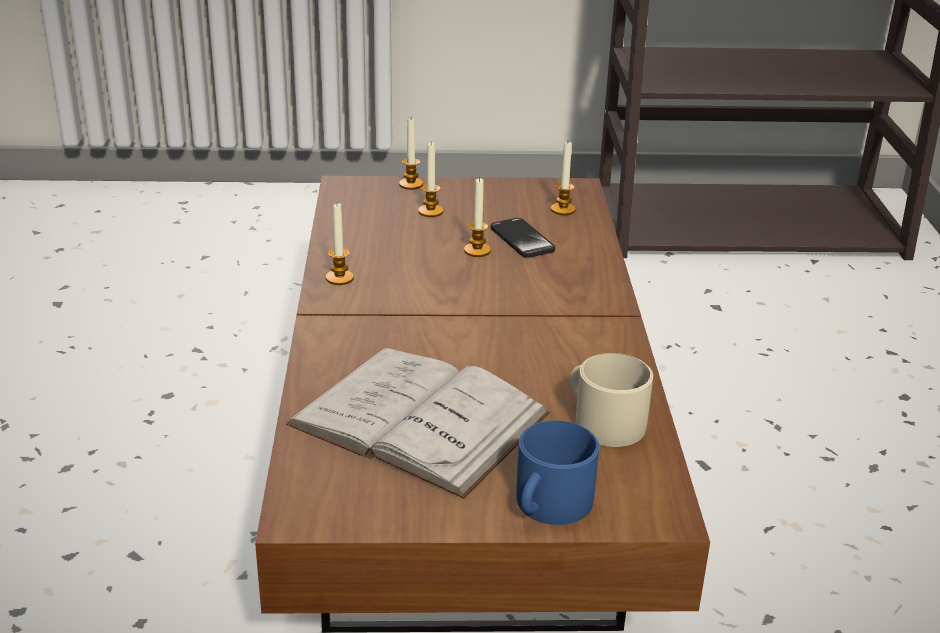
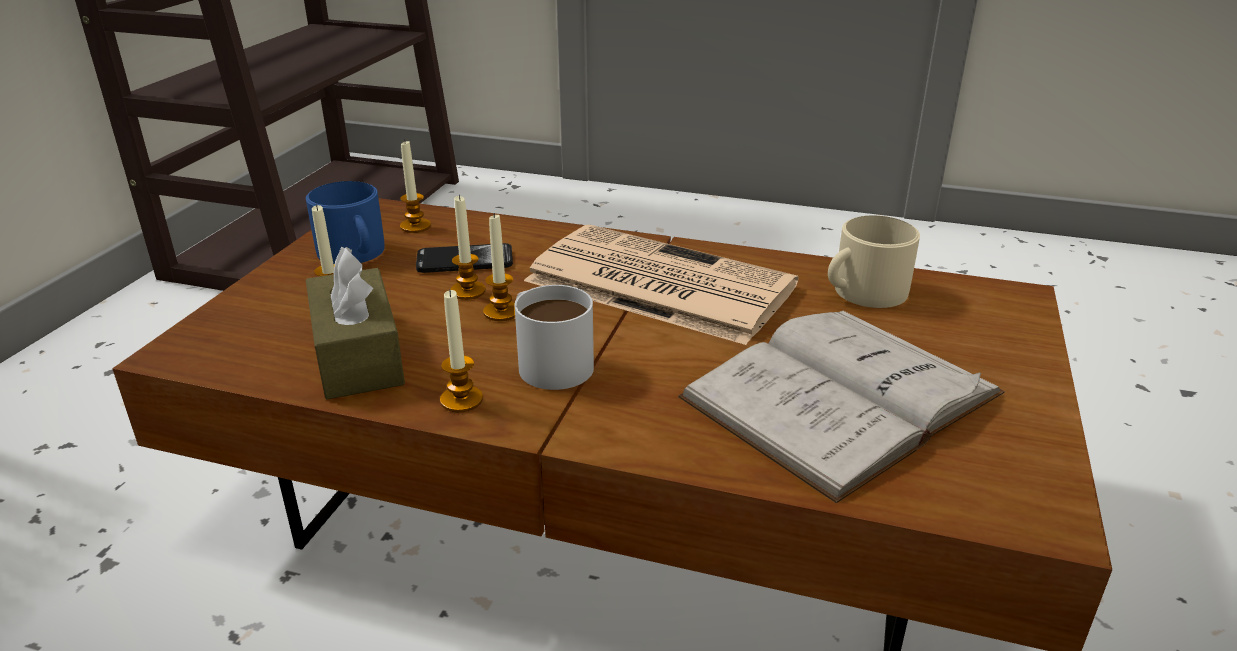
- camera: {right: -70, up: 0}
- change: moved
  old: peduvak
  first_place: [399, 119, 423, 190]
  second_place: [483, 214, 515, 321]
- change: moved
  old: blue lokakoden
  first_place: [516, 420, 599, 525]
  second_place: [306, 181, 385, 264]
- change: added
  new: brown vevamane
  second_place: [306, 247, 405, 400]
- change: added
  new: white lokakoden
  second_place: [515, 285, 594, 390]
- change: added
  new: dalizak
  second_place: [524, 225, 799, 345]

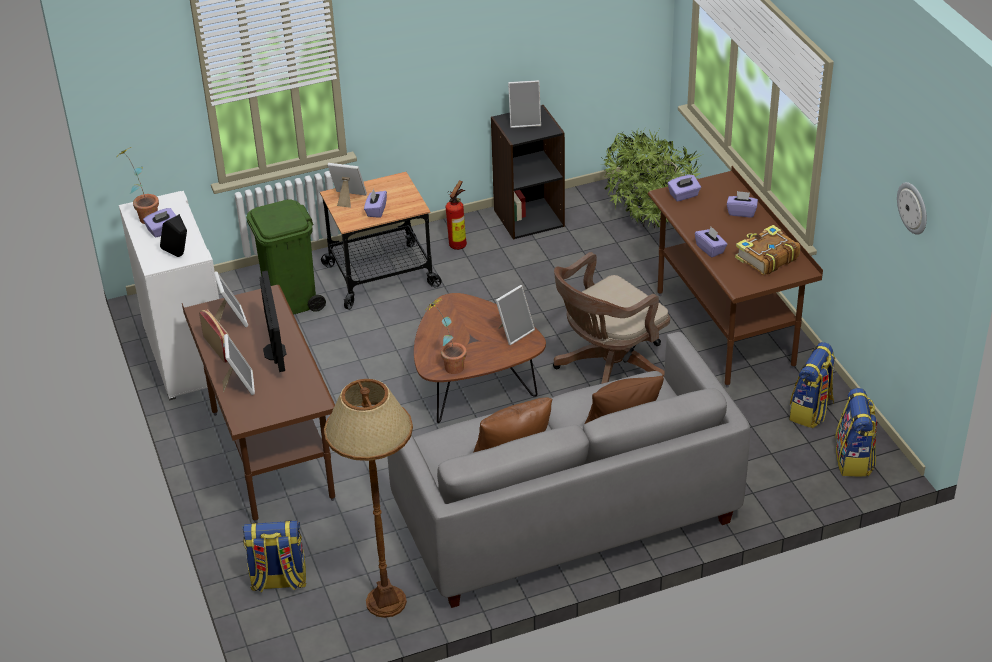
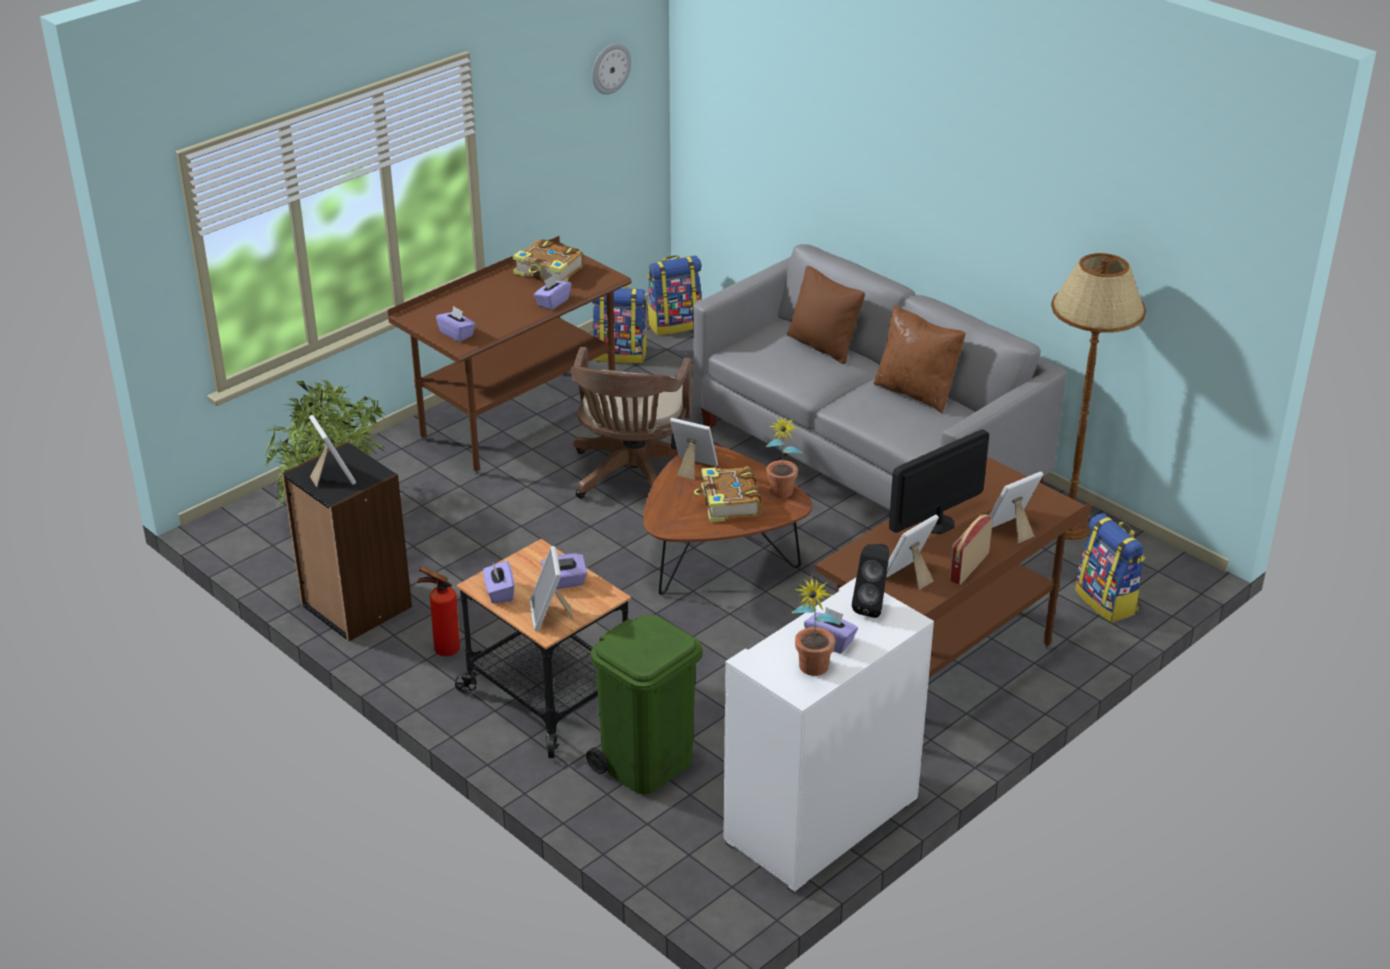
- camera: {right: -115, up: -5}
- change: turned
  old: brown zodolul
  first_place: [553, 252, 670, 384]
  second_place: [571, 347, 692, 499]
  degrees: 75
- change: moved
  old: purple vevamane
  first_place: [727, 191, 758, 217]
  second_place: [483, 561, 514, 603]
- change: added
  new: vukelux
  second_place: [694, 466, 761, 522]

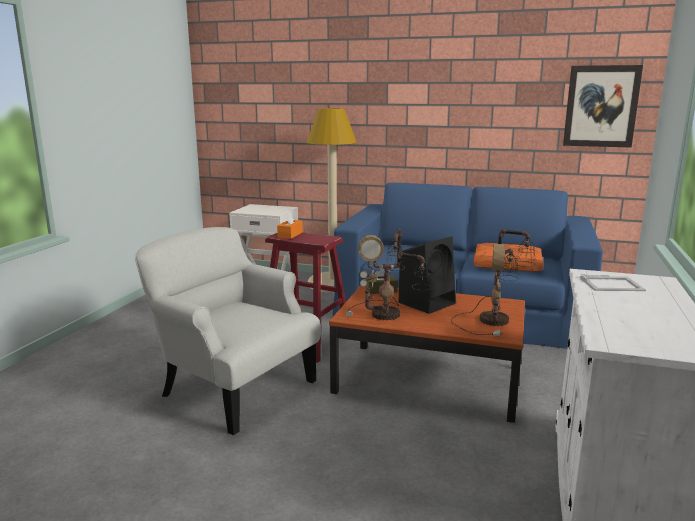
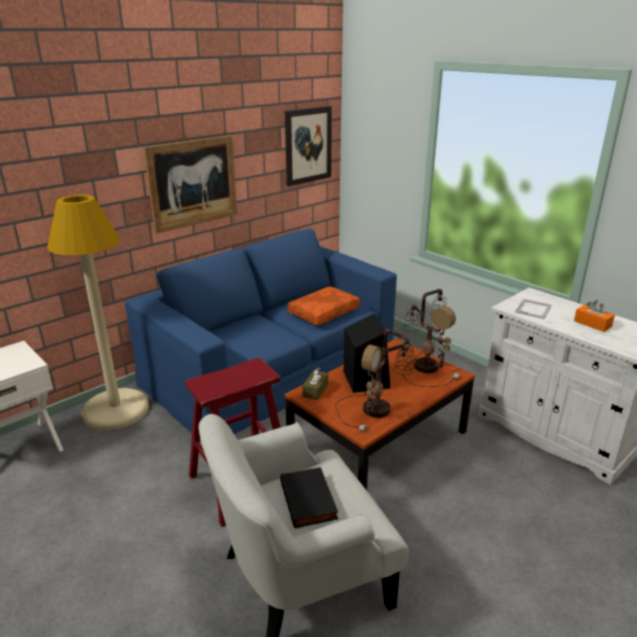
- camera: {right: -60, up: 10}
- change: moved
  old: orange vevamane
  first_place: [277, 211, 303, 239]
  second_place: [574, 300, 615, 332]
- change: added
  new: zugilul
  second_place: [143, 135, 237, 234]
- change: added
  new: black vukelux
  second_place: [280, 467, 338, 528]

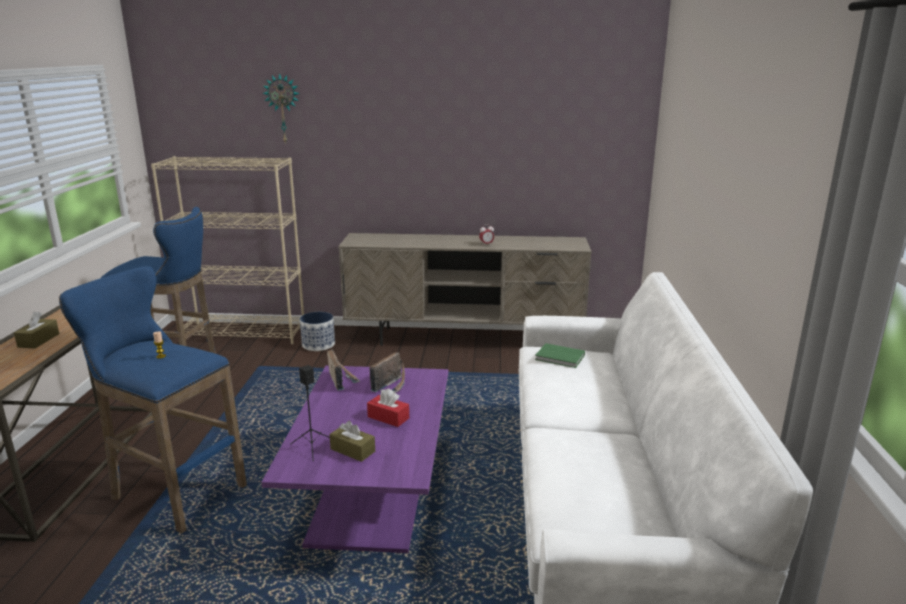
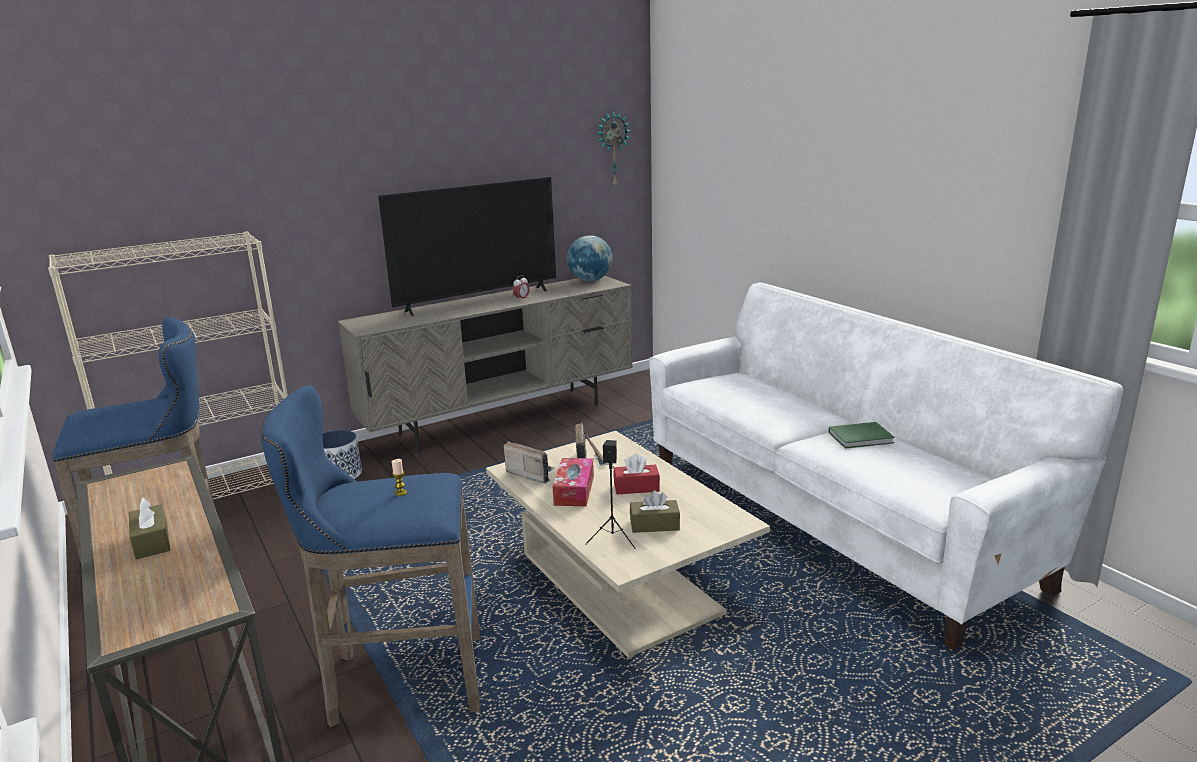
- camera: {right: -35, up: 0}
- change: recoloured
  old: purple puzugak
  new: beige puzugak
  first_place: [262, 366, 448, 553]
  second_place: [486, 431, 770, 658]
- change: moved
  old: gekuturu
  first_place: [263, 73, 300, 144]
  second_place: [596, 110, 631, 187]
- change: moved
  old: green vukelux
  first_place: [535, 343, 585, 368]
  second_place: [828, 422, 895, 449]
- change: added
  new: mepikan
  second_place: [378, 177, 556, 316]
- change: added
  new: vevamane
  second_place: [553, 458, 594, 507]
- change: added
  new: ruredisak
  second_place: [567, 235, 612, 281]

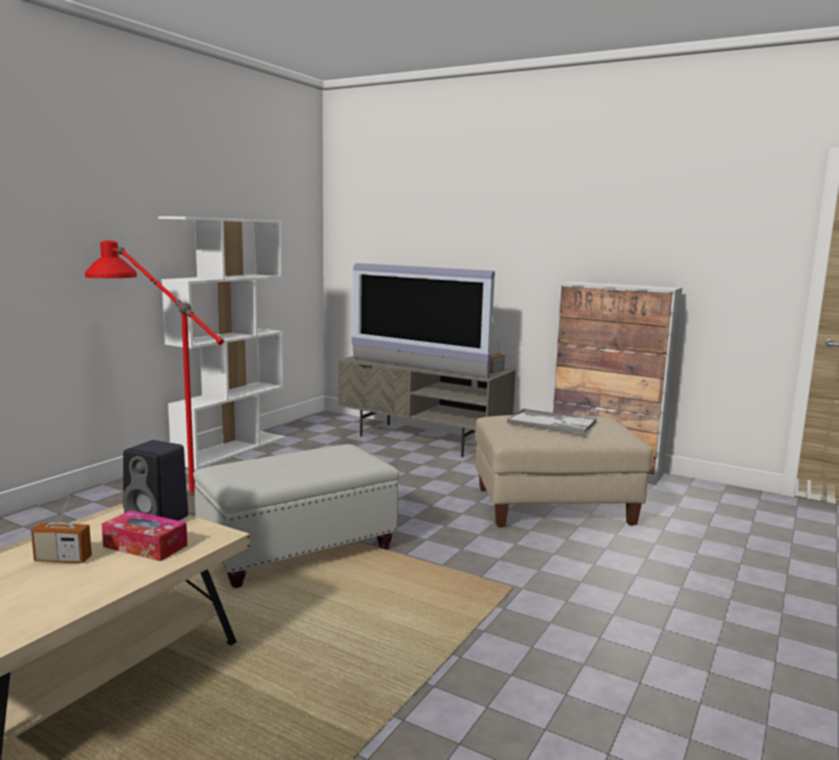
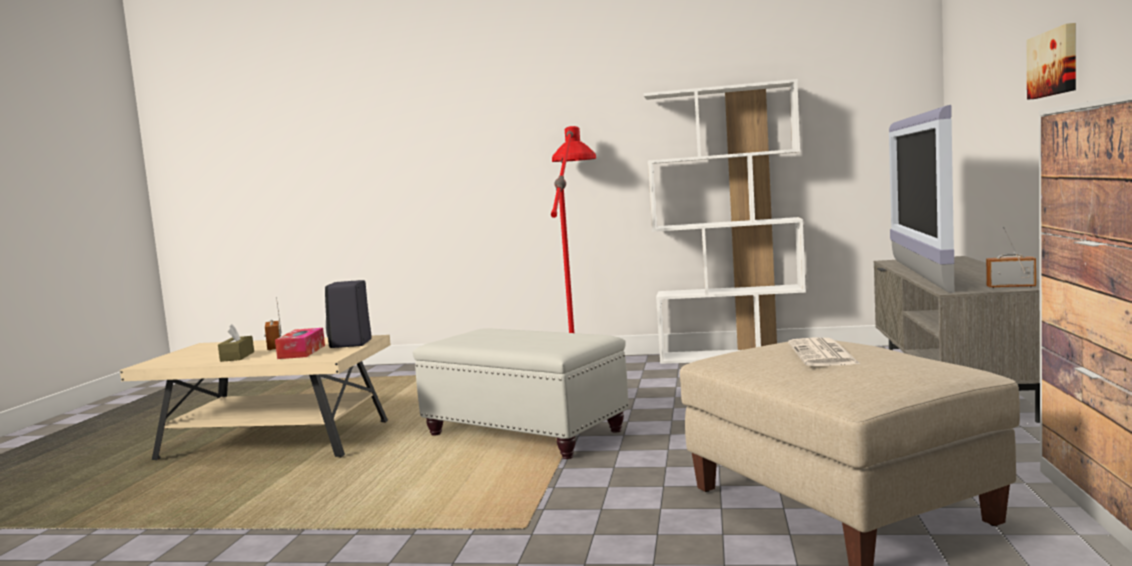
- camera: {right: 70, up: -5}
- change: replaced
  old: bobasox
  new: dalizak
  first_place: [507, 409, 597, 435]
  second_place: [788, 338, 860, 366]
- change: added
  new: brown vevamane
  second_place: [218, 324, 254, 362]
- change: added
  new: zugilul
  second_place: [1027, 23, 1076, 100]

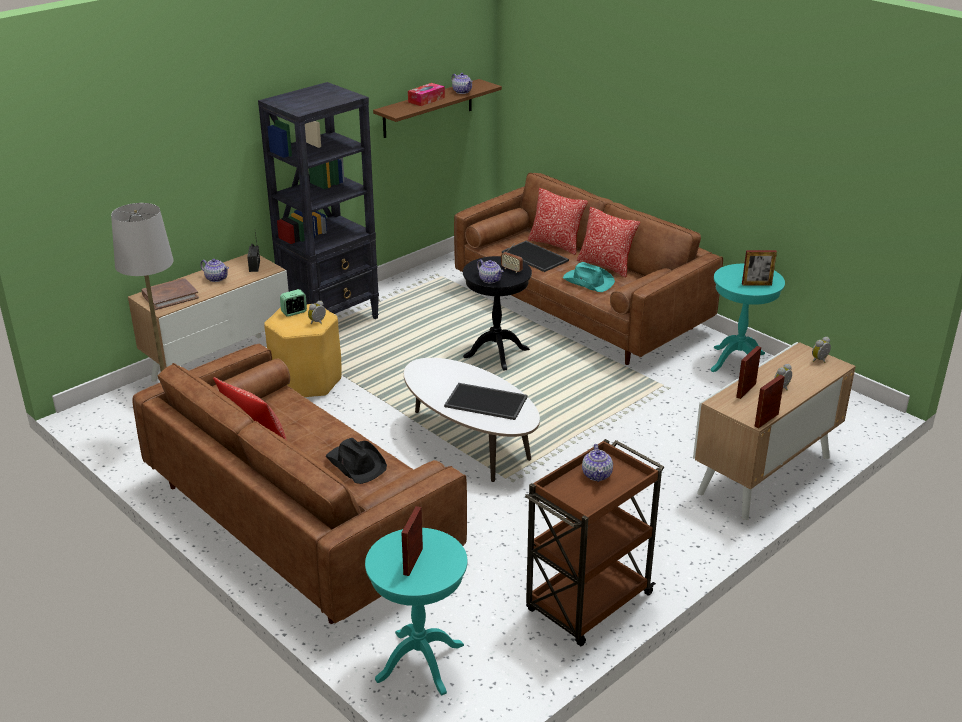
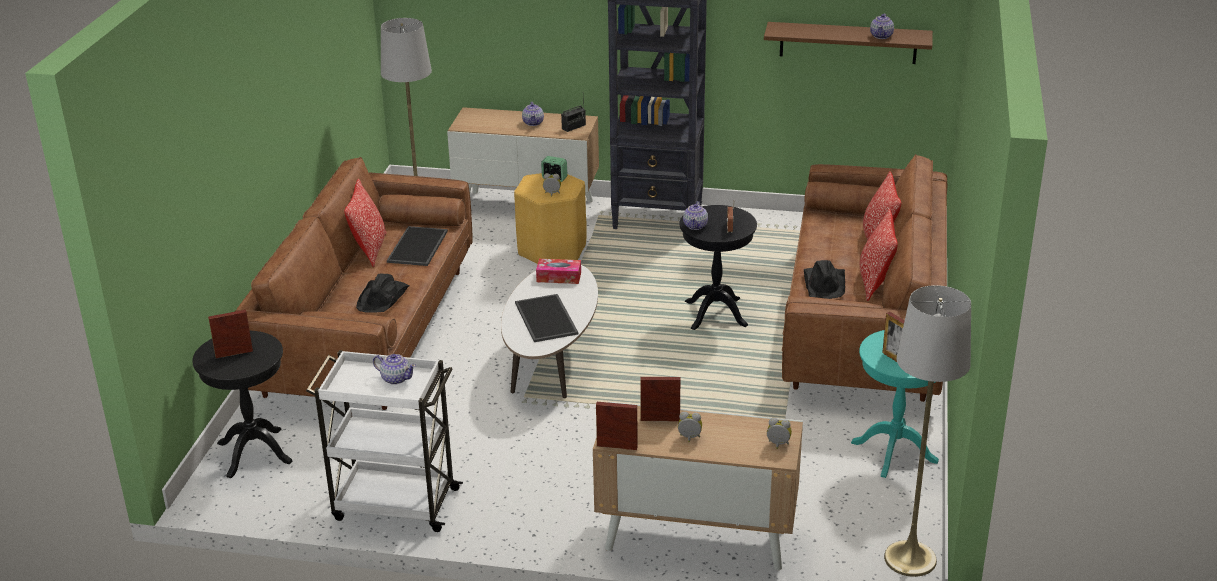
- camera: {right: 55, up: 0}
- change: removed
  old: brown vukelux
  first_place: [142, 278, 199, 310]
- change: recoloured
  old: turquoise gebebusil
  new: black gebebusil
  first_place: [365, 528, 467, 696]
  second_place: [192, 331, 293, 478]
- change: moved
  old: vevamane
  first_place: [408, 83, 445, 106]
  second_place: [536, 259, 581, 284]
- change: moved
  old: bobasox
  first_place: [502, 241, 569, 272]
  second_place: [387, 226, 448, 266]
- change: recoloured
  old: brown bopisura
  new: white bopisura
  first_place: [525, 439, 664, 646]
  second_place: [306, 350, 463, 532]
- change: recoloured
  old: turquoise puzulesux
  new: black puzulesux
  first_place: [563, 262, 615, 292]
  second_place: [804, 260, 845, 299]
- change: turned
  old: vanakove
  first_place: [582, 444, 613, 482]
  second_place: [373, 354, 416, 385]
  degrees: -120
- change: added
  new: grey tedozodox
  second_place: [884, 285, 971, 577]

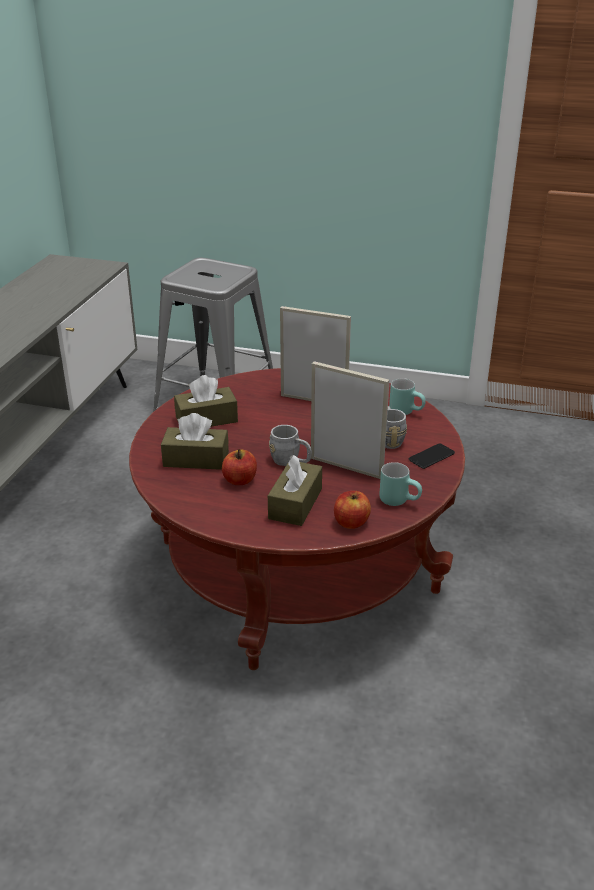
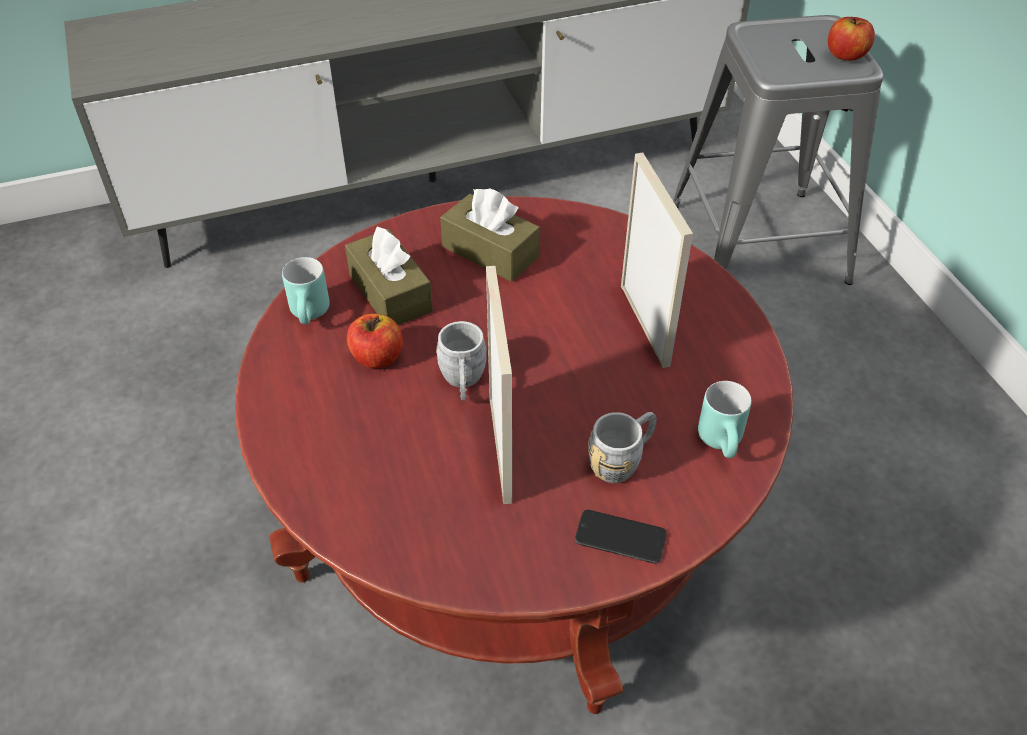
- camera: {right: 55, up: 15}
- change: removed
  old: brown vevamane
  first_place: [268, 455, 322, 526]
- change: moved
  old: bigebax
  first_place: [334, 491, 371, 529]
  second_place: [828, 17, 875, 61]
- change: moved
  old: turquoise lokakoden
  first_place: [379, 462, 422, 506]
  second_place: [282, 257, 330, 324]

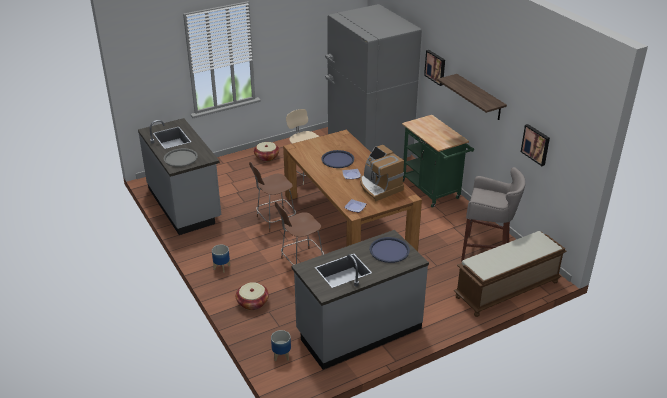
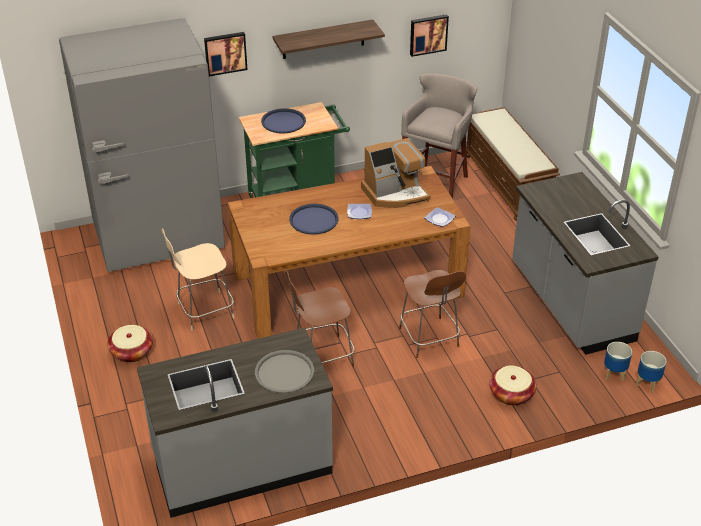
- camera: {right: -80, up: 5}
- change: moved
  old: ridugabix
  first_place: [212, 245, 230, 273]
  second_place: [636, 351, 666, 392]
- change: turned
  old: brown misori
  first_place: [249, 162, 296, 232]
  second_place: [285, 271, 354, 367]
  degrees: 90
- change: moved
  old: blue bobasox
  first_place: [370, 237, 410, 263]
  second_place: [261, 108, 306, 134]

